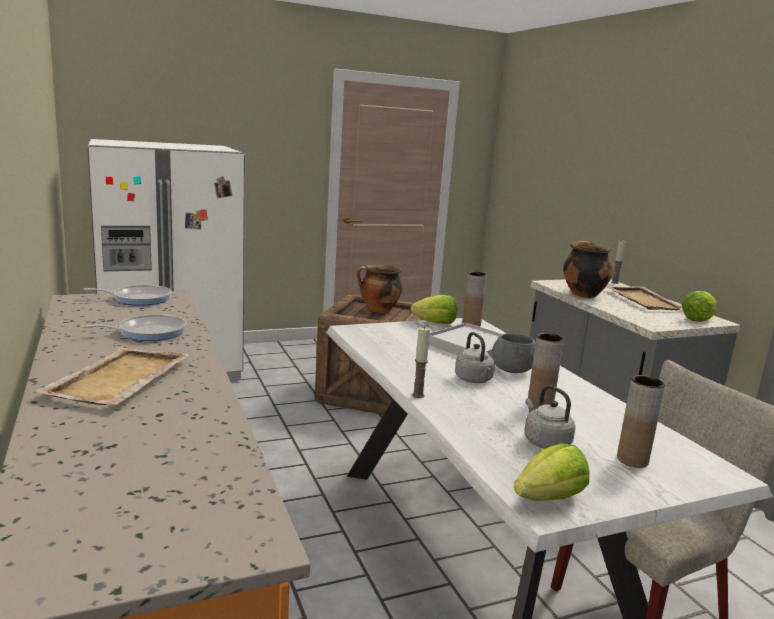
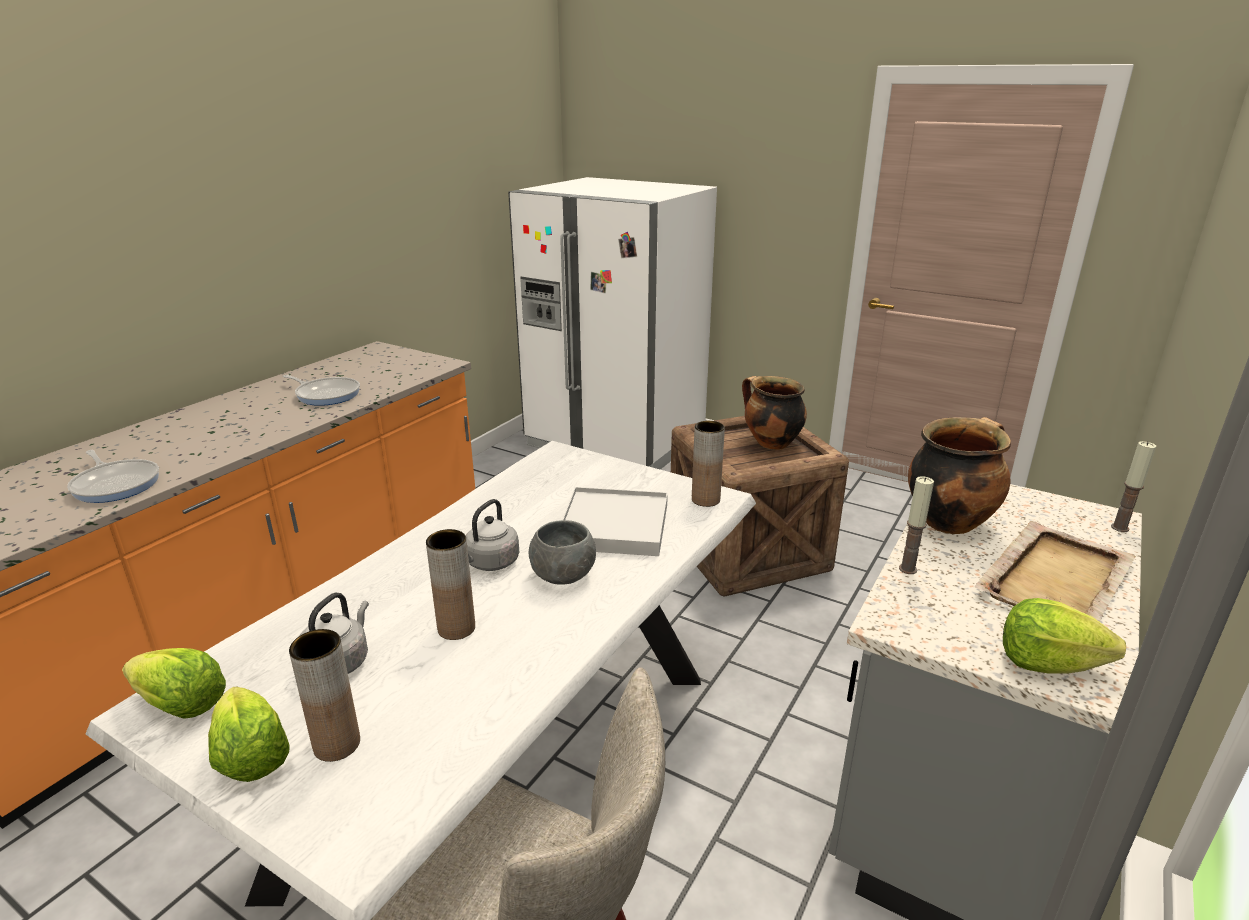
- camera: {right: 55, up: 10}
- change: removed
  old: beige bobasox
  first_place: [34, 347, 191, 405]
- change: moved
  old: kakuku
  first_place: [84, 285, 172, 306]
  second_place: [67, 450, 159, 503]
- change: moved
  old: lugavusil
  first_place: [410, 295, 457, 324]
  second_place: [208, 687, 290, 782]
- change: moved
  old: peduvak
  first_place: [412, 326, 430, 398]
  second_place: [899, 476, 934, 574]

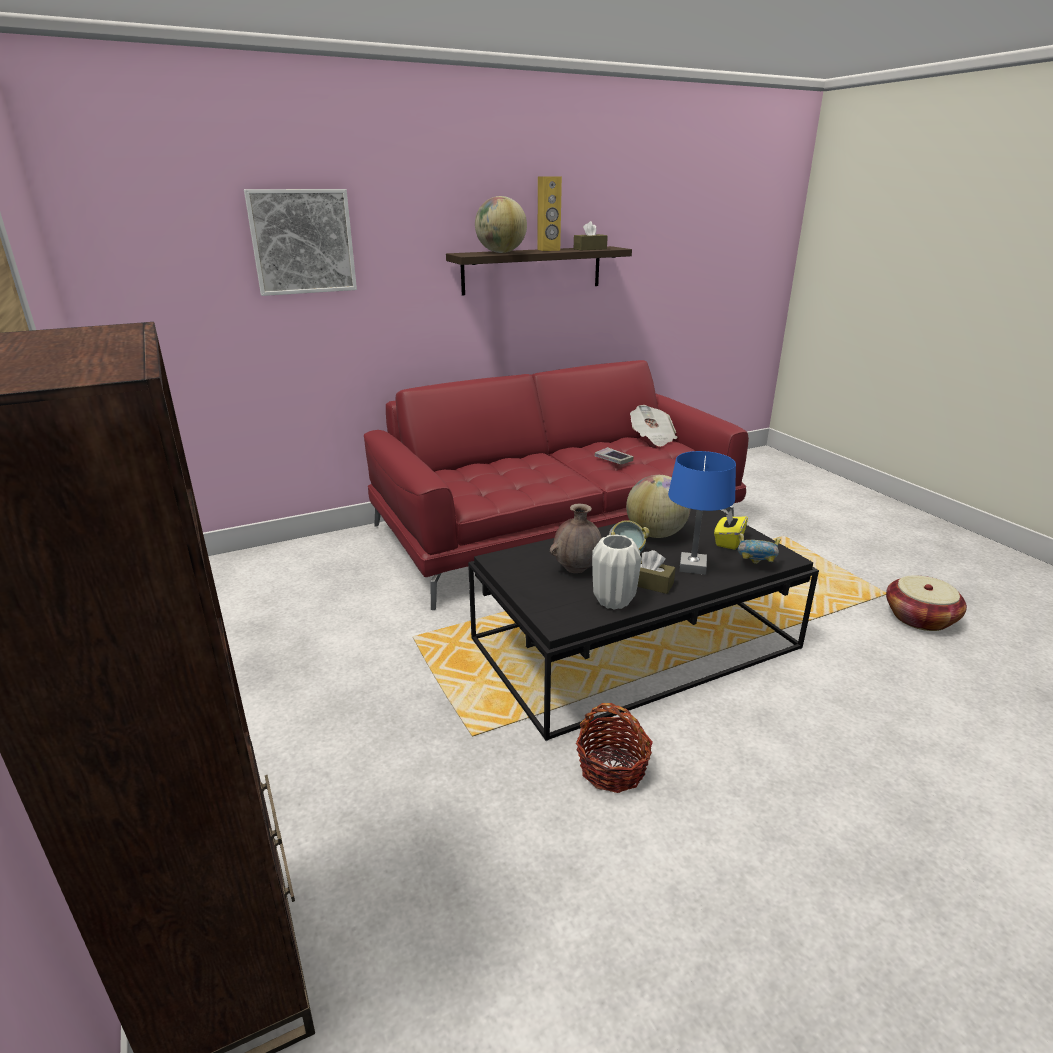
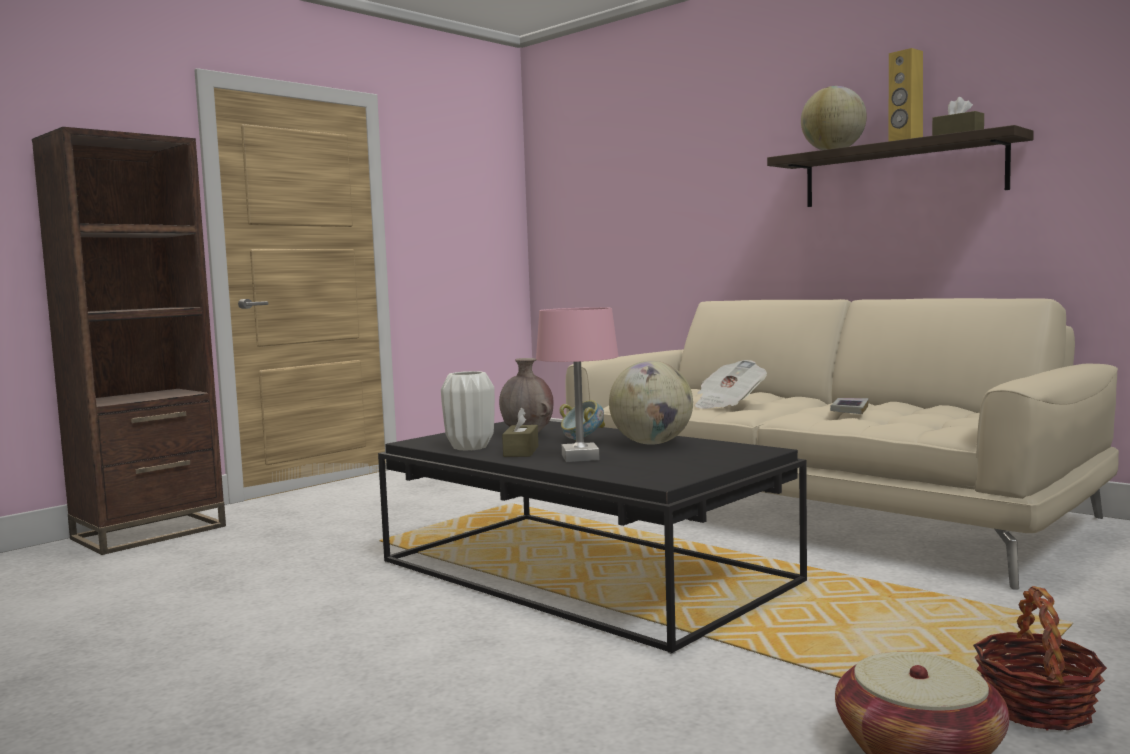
- camera: {right: 70, up: -20}
- change: removed
  old: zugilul
  first_place: [244, 189, 357, 296]
- change: recoloured
  old: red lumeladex
  new: beige lumeladex
  first_place: [364, 360, 749, 610]
  second_place: [565, 298, 1119, 590]
- change: moved
  old: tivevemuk
  first_place: [576, 703, 653, 793]
  second_place: [973, 586, 1107, 730]
- change: moved
  old: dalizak
  first_place: [630, 405, 678, 447]
  second_place: [695, 360, 767, 409]
- change: recoloured
  old: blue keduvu
  new: pink keduvu
  first_place: [668, 451, 736, 575]
  second_place: [536, 307, 618, 462]
- change: removed
  old: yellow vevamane
  first_place: [714, 510, 748, 550]
- change: removed
  old: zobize
  first_place: [738, 533, 781, 564]

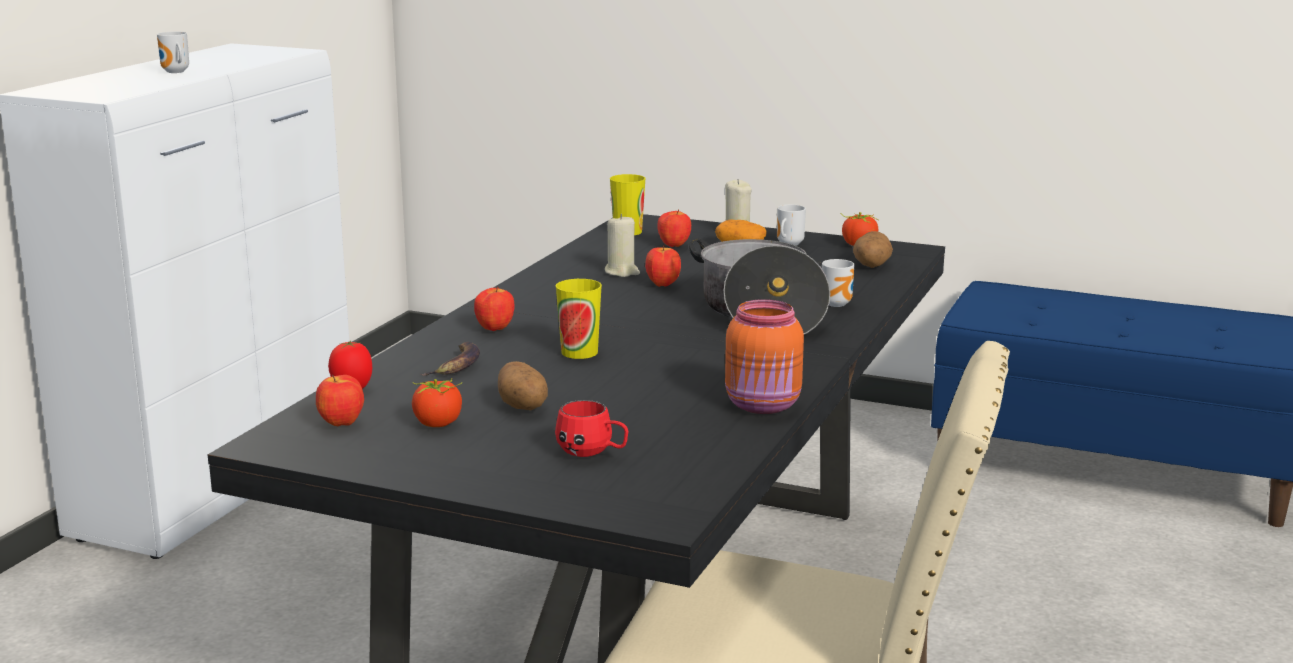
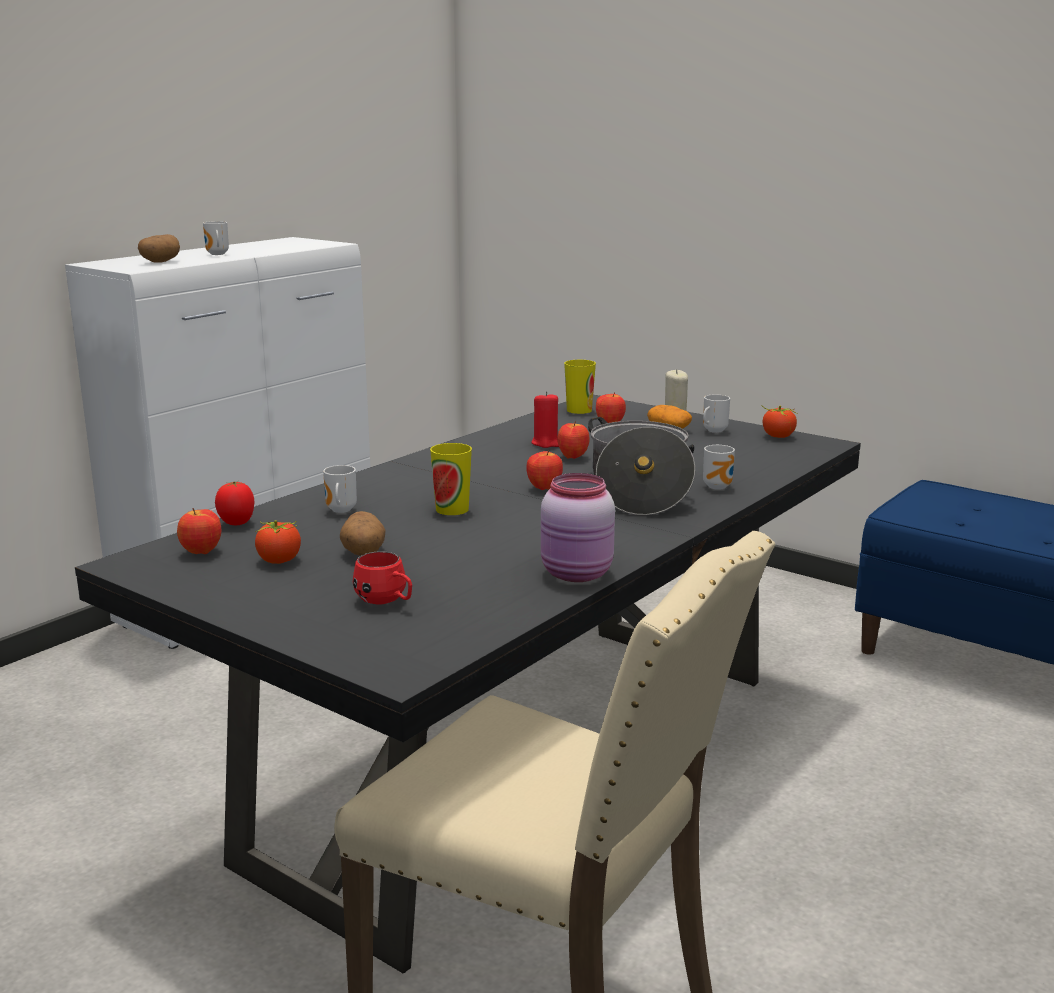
- camera: {right: 15, up: 0}
- change: replaced
  old: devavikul
  new: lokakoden
  first_place: [421, 342, 480, 376]
  second_place: [323, 465, 357, 513]
- change: moved
  old: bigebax
  first_place: [474, 287, 514, 331]
  second_place: [526, 450, 563, 490]
- change: recoloured
  old: beige peduvak
  new: red peduvak
  first_place: [605, 214, 640, 277]
  second_place: [531, 391, 559, 448]
- change: recoloured
  old: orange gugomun
  new: pink gugomun
  first_place: [725, 299, 804, 414]
  second_place: [541, 473, 615, 582]
- change: moved
  old: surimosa
  first_place: [853, 231, 893, 268]
  second_place: [138, 234, 180, 263]

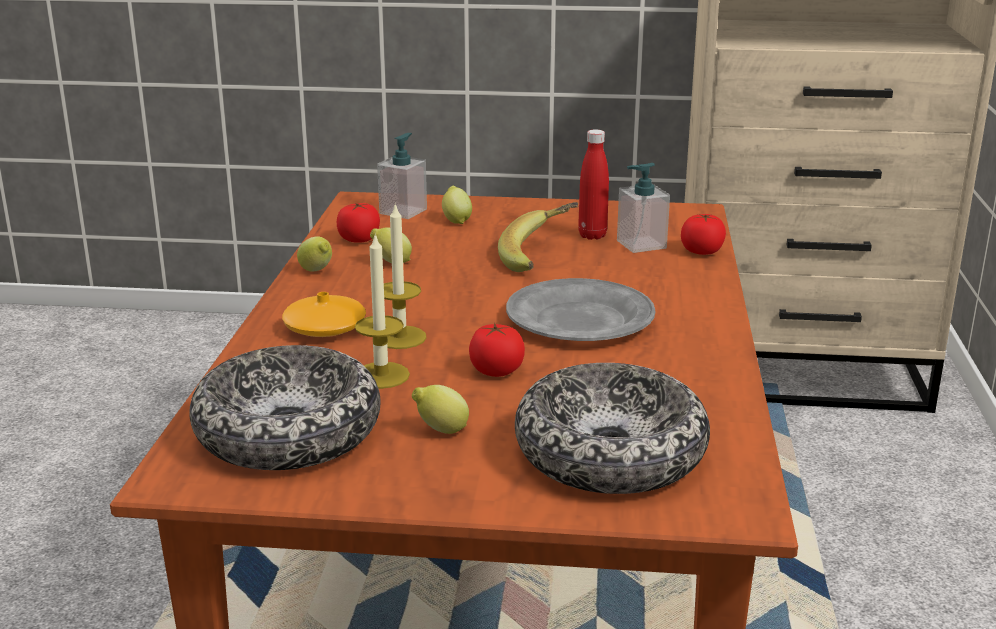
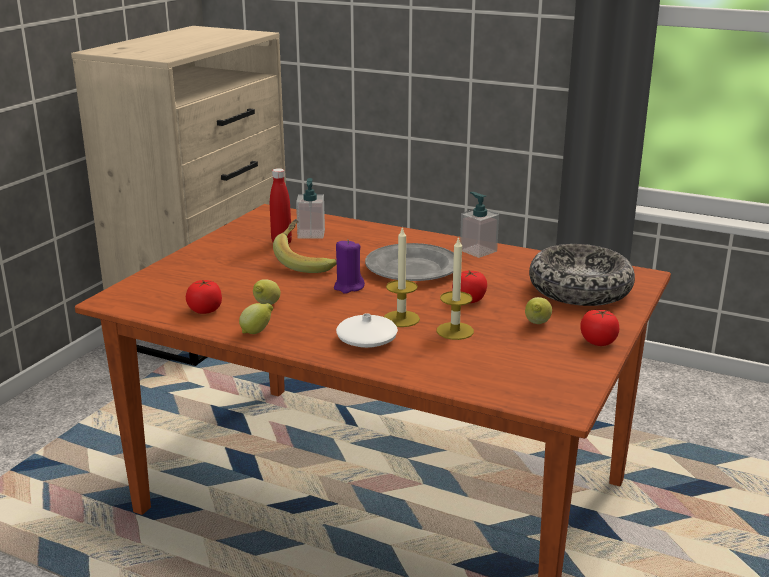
- camera: {right: -70, up: 0}
- change: removed
  old: zobize
  first_place: [190, 345, 381, 470]
- change: recoloured
  old: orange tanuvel
  new: white tanuvel
  first_place: [282, 292, 366, 337]
  second_place: [336, 313, 398, 348]
- change: moved
  old: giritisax
  first_place: [377, 133, 427, 219]
  second_place: [460, 192, 499, 258]
- change: removed
  old: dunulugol
  first_place: [442, 186, 472, 224]
- change: moved
  old: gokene
  first_place: [681, 214, 726, 255]
  second_place: [580, 310, 620, 346]
- change: added
  new: purple peduvak
  second_place: [334, 239, 365, 294]

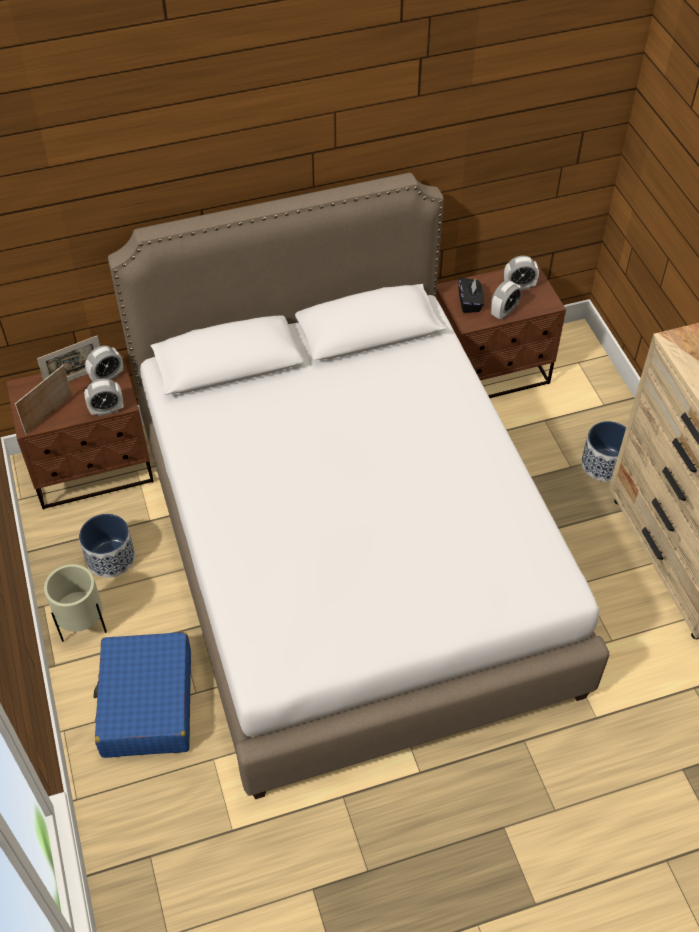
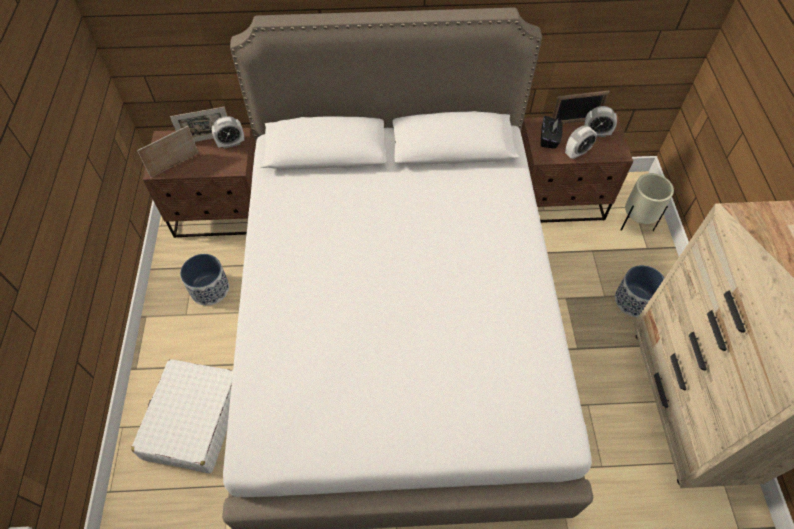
- camera: {right: 15, up: 5}
- change: moved
  old: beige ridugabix
  first_place: [44, 564, 107, 642]
  second_place: [621, 173, 674, 231]
- change: removed
  old: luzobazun
  first_place: [84, 379, 123, 416]
- change: recoloured
  old: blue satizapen
  new: white satizapen
  first_place: [94, 632, 191, 758]
  second_place: [131, 359, 233, 474]
- change: added
  new: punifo
  second_place: [552, 90, 609, 124]

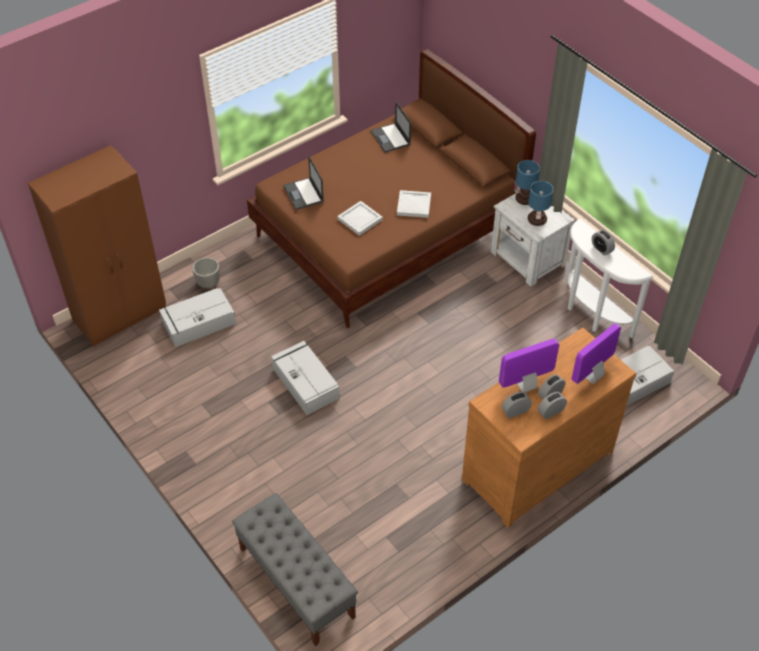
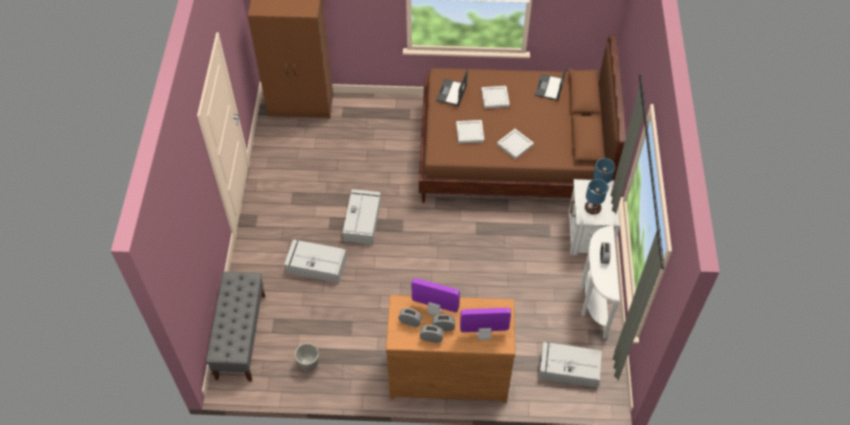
- camera: {right: 40, up: 5}
- change: moved
  old: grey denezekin
  first_place: [159, 288, 236, 347]
  second_place: [284, 239, 347, 283]
- change: moved
  old: ridugabix
  first_place: [192, 257, 220, 288]
  second_place: [294, 343, 319, 371]
- change: added
  new: white bobasox
  second_place: [481, 86, 510, 109]

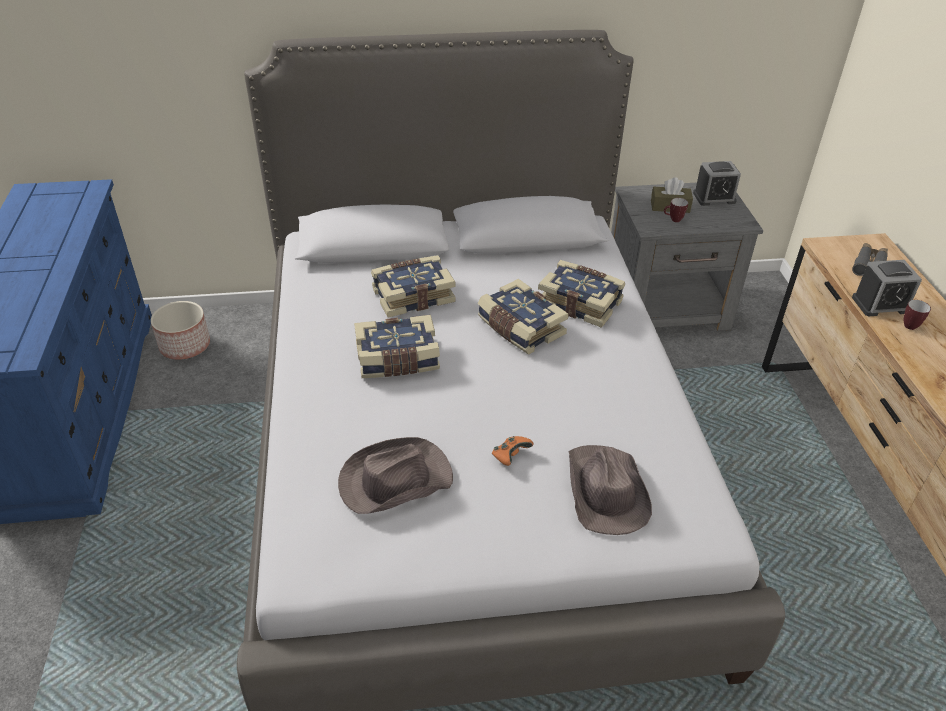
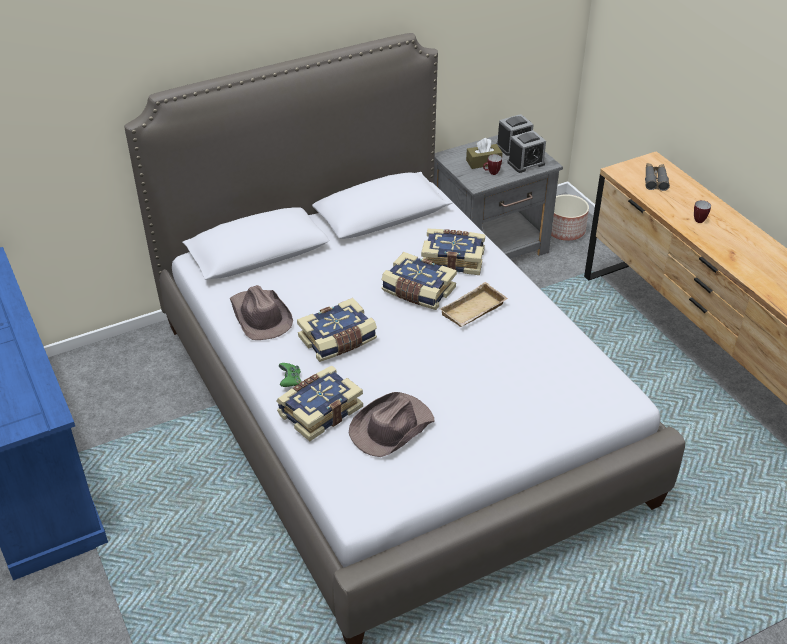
- camera: {right: -20, up: 0}
- change: moved
  old: ridugabix
  first_place: [151, 301, 210, 360]
  second_place: [551, 194, 589, 240]
- change: moved
  old: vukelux
  first_place: [371, 255, 456, 318]
  second_place: [276, 365, 363, 441]
- change: removed
  old: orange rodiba
  first_place: [492, 436, 534, 466]
- change: moved
  old: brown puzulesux
  first_place: [568, 445, 652, 535]
  second_place: [229, 285, 293, 340]
- change: moved
  old: luzobazun
  first_place: [852, 260, 922, 316]
  second_place: [507, 130, 546, 173]
- change: added
  new: green rodiba
  second_place: [279, 363, 302, 387]
- change: added
  new: beige bobasox
  second_place: [440, 282, 508, 327]

